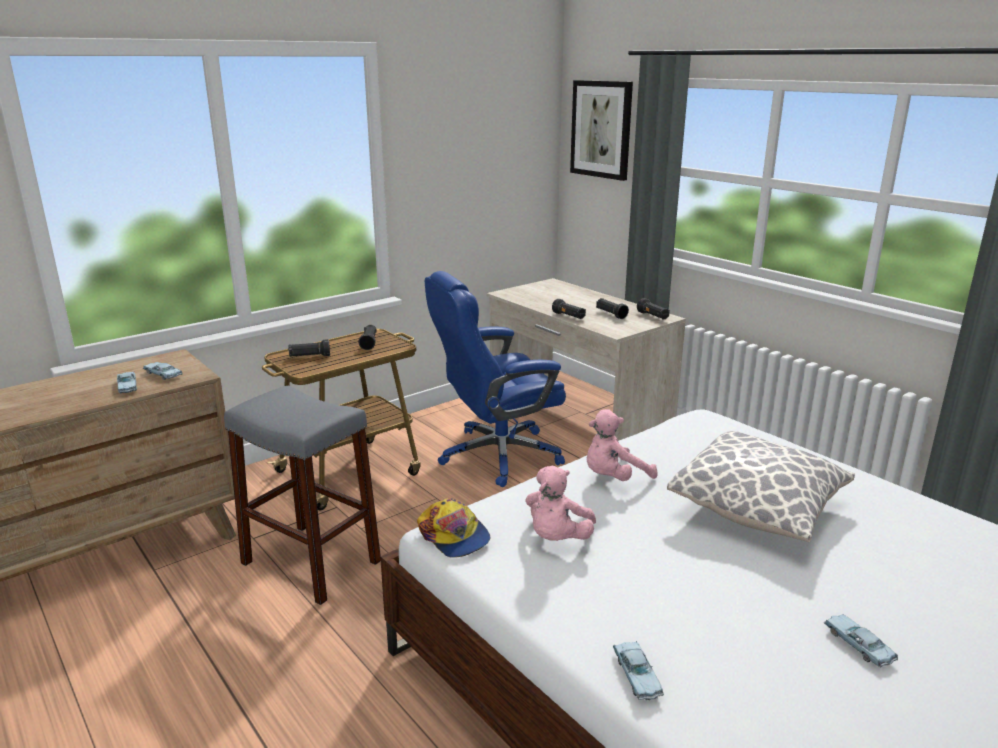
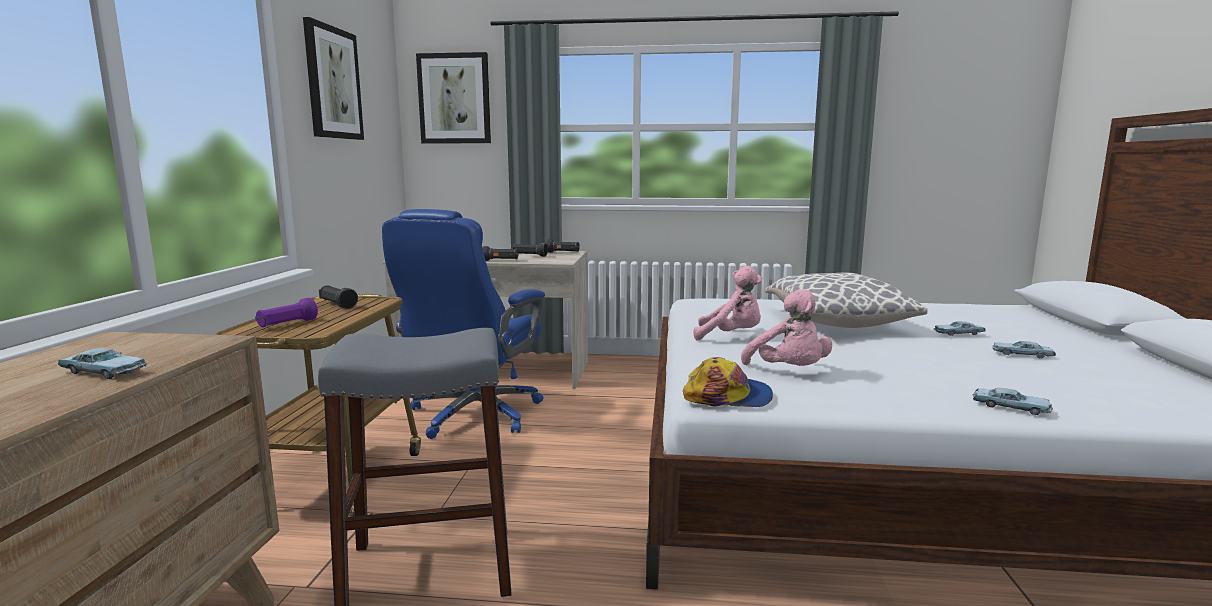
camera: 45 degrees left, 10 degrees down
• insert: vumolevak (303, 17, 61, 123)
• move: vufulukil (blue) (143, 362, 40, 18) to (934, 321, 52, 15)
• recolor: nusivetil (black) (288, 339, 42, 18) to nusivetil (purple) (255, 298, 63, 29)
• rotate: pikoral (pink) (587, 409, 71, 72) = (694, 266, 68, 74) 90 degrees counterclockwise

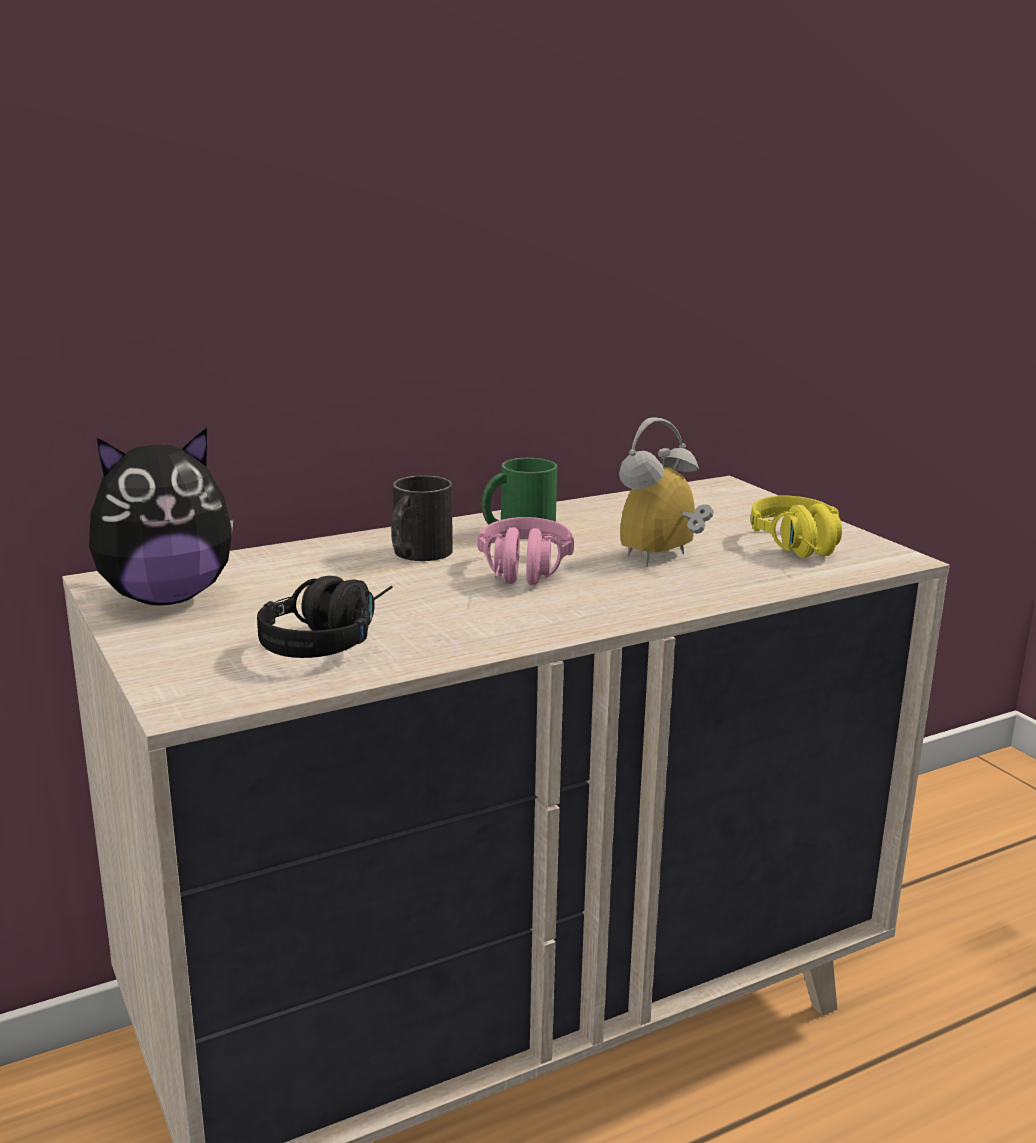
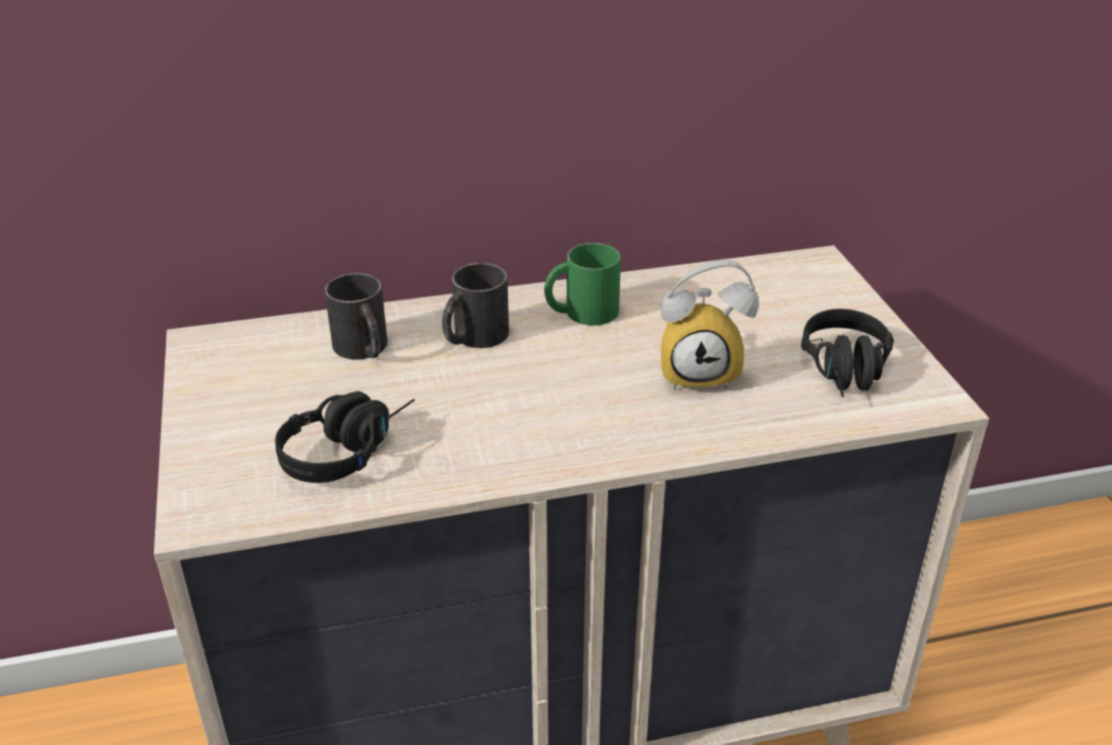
camera: 15 degrees right, 15 degrees up
• delete: pikoral (89, 428, 145, 177)
• delete: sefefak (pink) (478, 517, 96, 68)
• insert: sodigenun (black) (325, 273, 63, 87)
• recolor: sefefak (yellow) (751, 495, 91, 63) to sefefak (black) (801, 309, 93, 88)
• rotate: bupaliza (619, 417, 95, 150) = (661, 260, 98, 131) 150 degrees counterclockwise

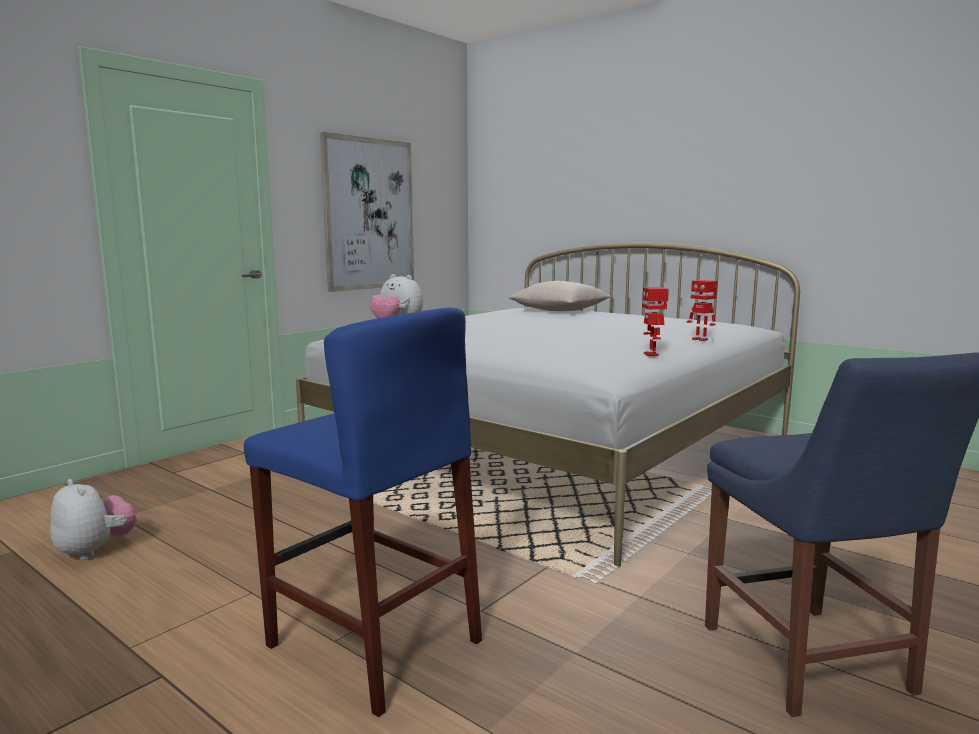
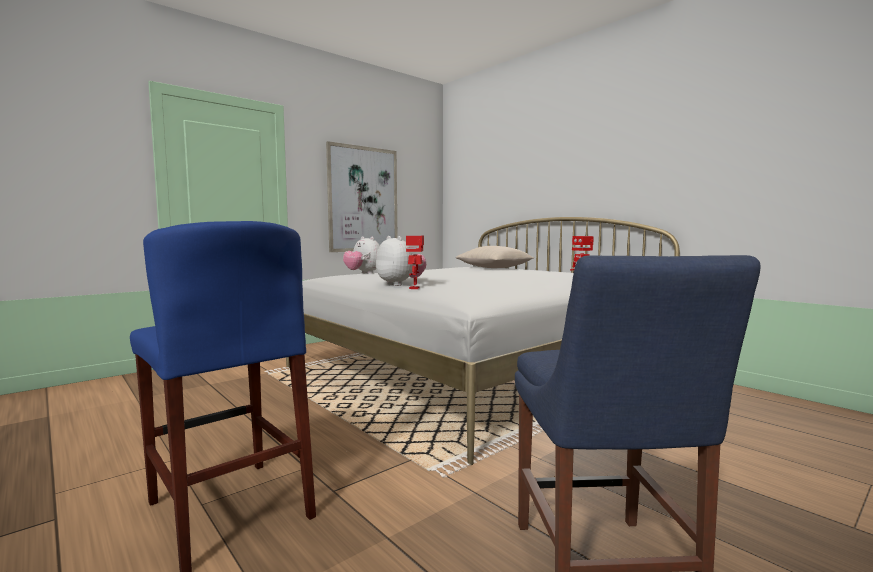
camera: 10 degrees right, 5 degrees down
• move: pikoral (50, 479, 87, 81) to (376, 236, 50, 50)
• move: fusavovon (642, 287, 27, 69) to (406, 235, 18, 54)

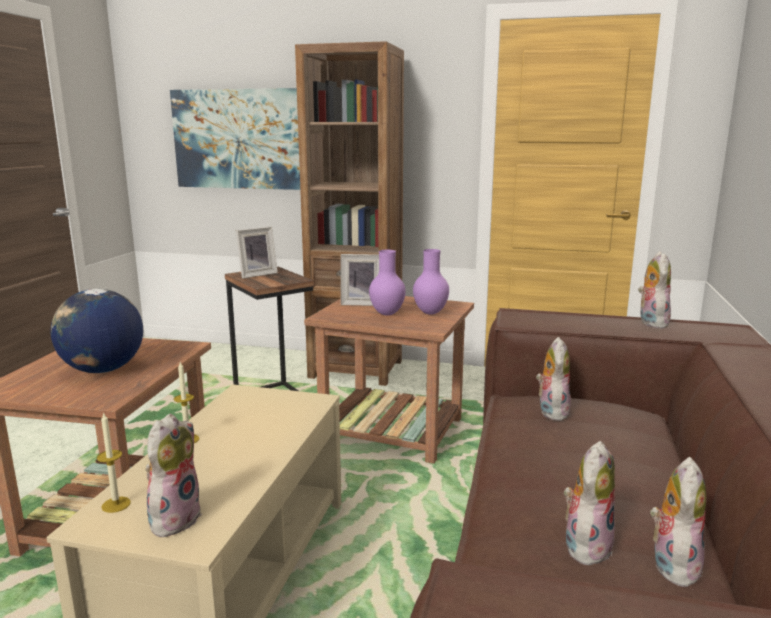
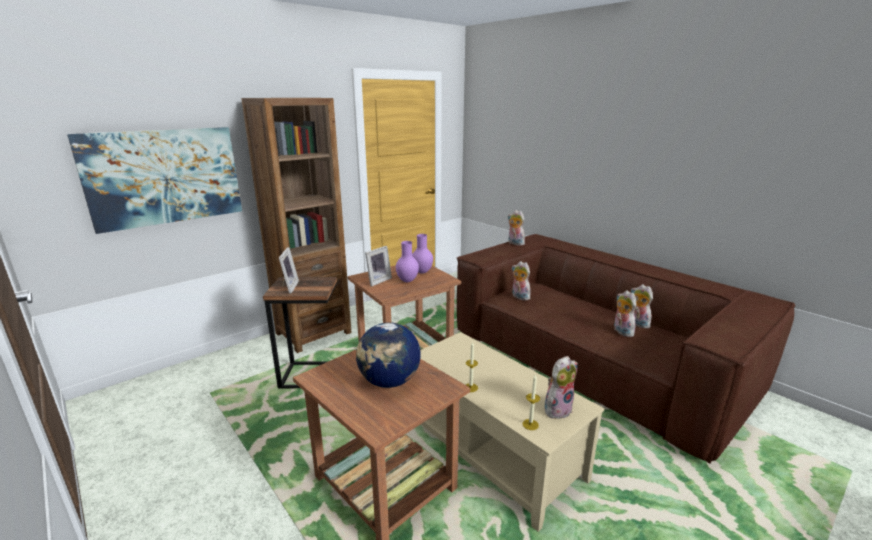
camera: 55 degrees left, 5 degrees up
• rotate: pikoral (145, 414, 57, 123) = (544, 356, 34, 63) 90 degrees clockwise

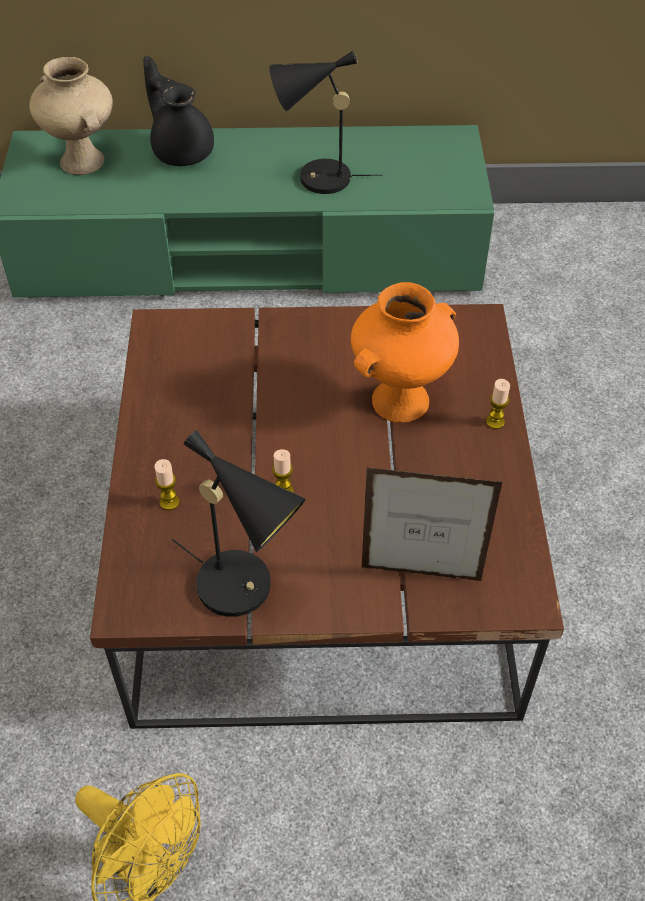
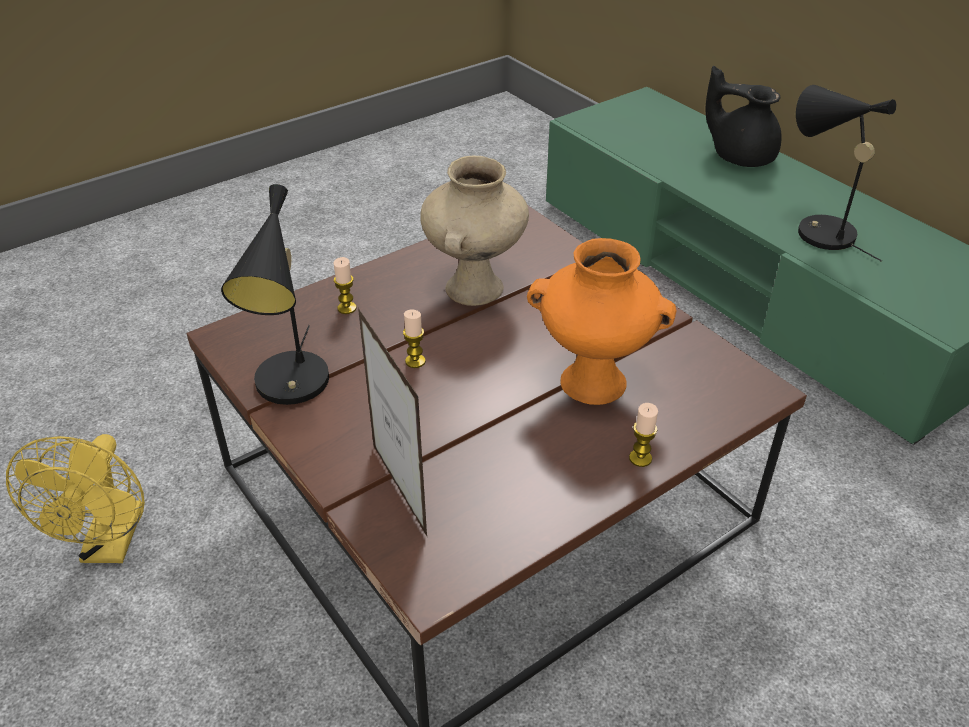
camera: 55 degrees right, 10 degrees down
• move: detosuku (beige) (29, 57, 84, 118) to (420, 156, 109, 150)
• rotate: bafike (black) (143, 56, 71, 110) = (705, 66, 77, 101) 75 degrees counterclockwise

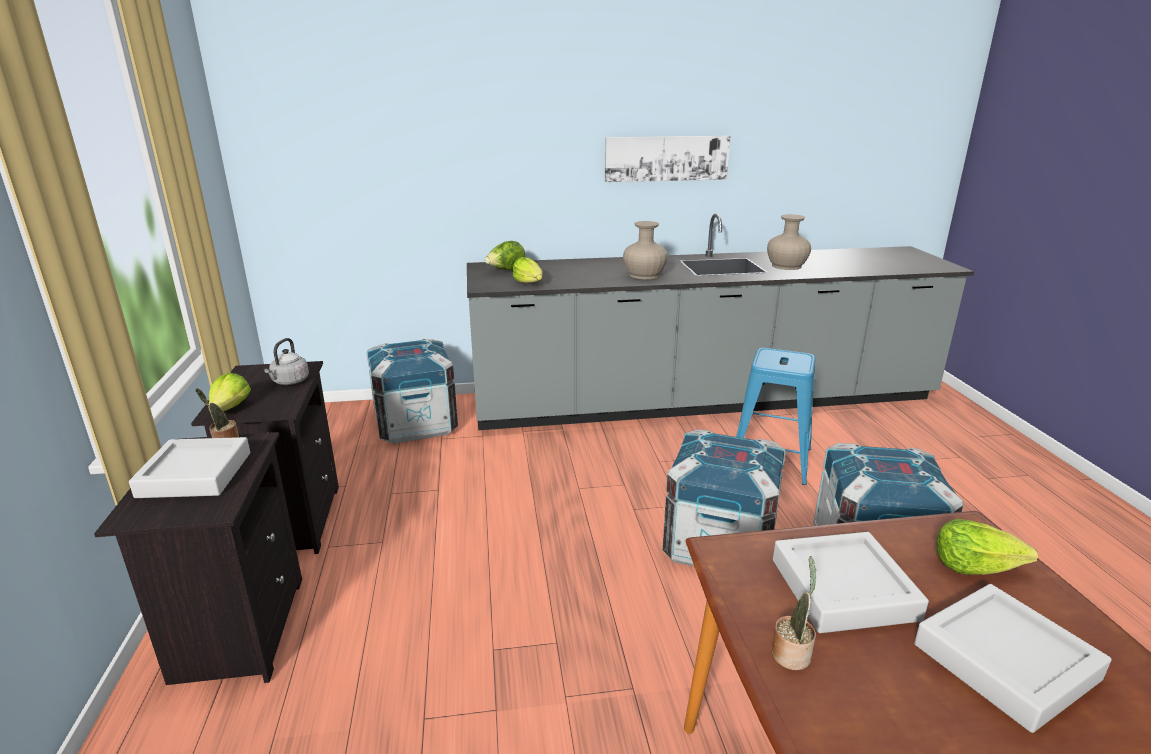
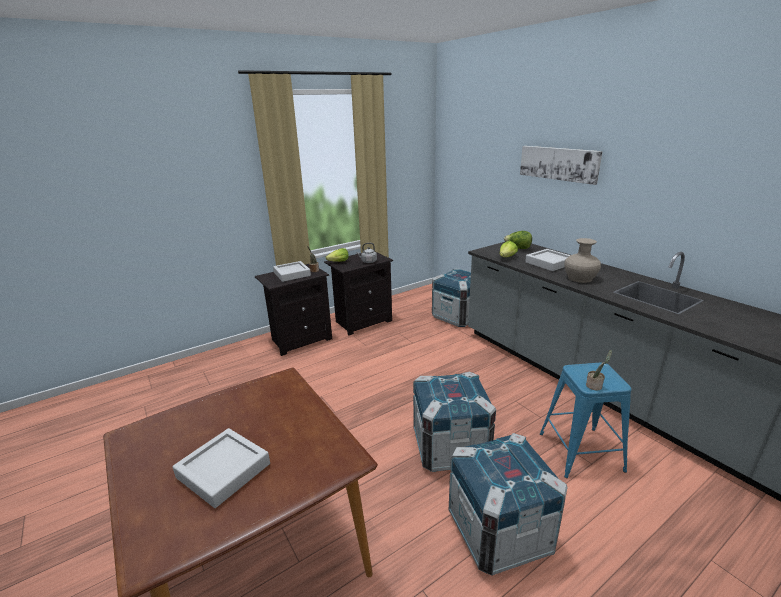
camera: 65 degrees right, 0 degrees up
• delete: detosuku (beige) (767, 214, 44, 56)
• delete: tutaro (937, 519, 101, 56)
• move: vumolevak (605, 136, 125, 46) to (520, 146, 83, 39)
• move: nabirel (772, 556, 44, 114) to (586, 350, 26, 40)
• move: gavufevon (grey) (773, 532, 156, 101) to (525, 249, 45, 22)

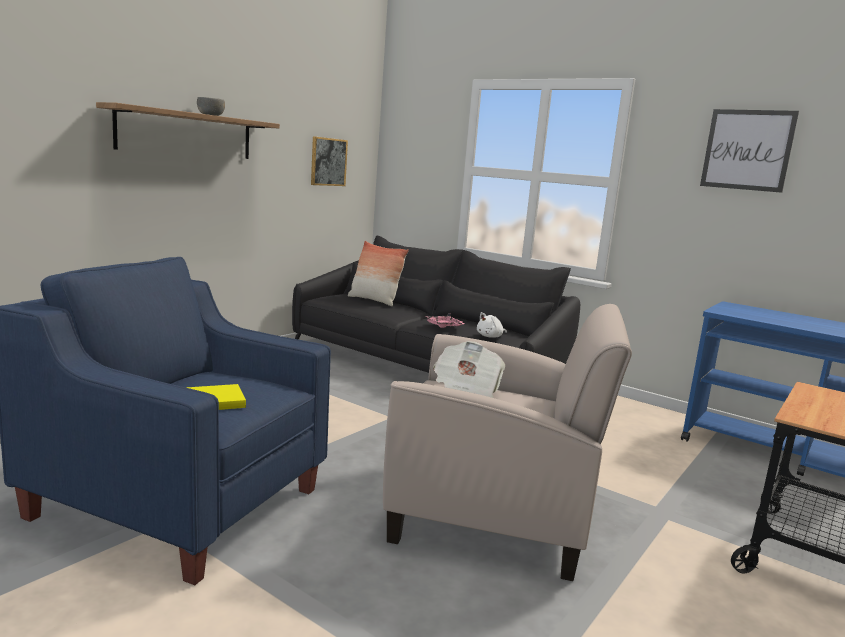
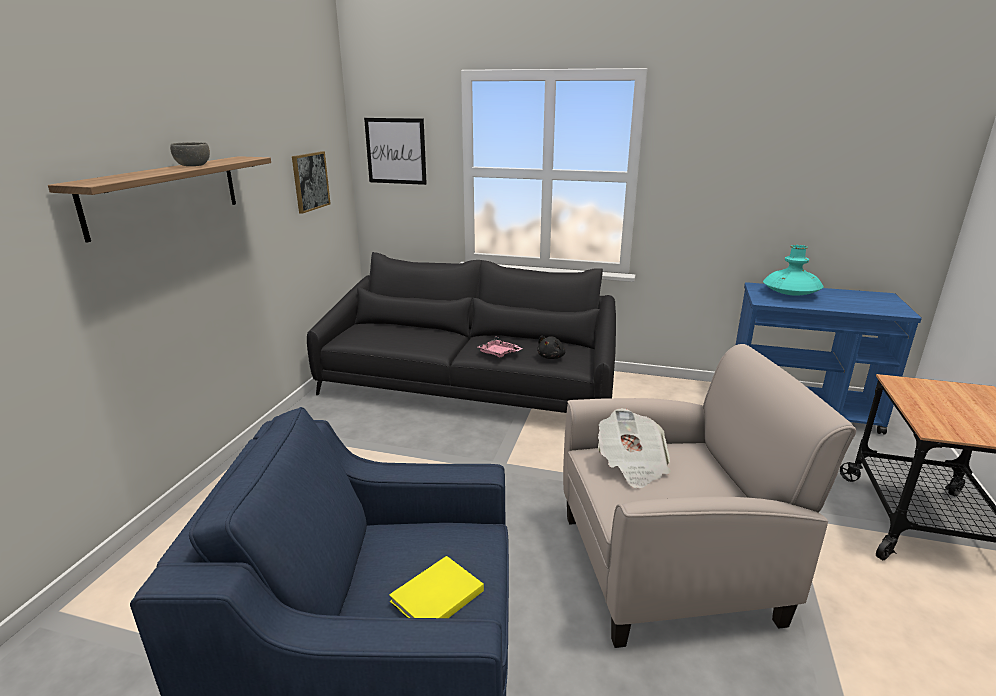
camera: 20 degrees left, 10 degrees up
• delete: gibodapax (348, 241, 61, 65)
• insert: detosuku (turquoise) (763, 245, 61, 50)
• move: vumolevak (700, 109, 99, 84) to (364, 118, 63, 67)
• recolor: pikoral (white) (477, 312, 30, 26) to pikoral (black) (537, 336, 28, 23)

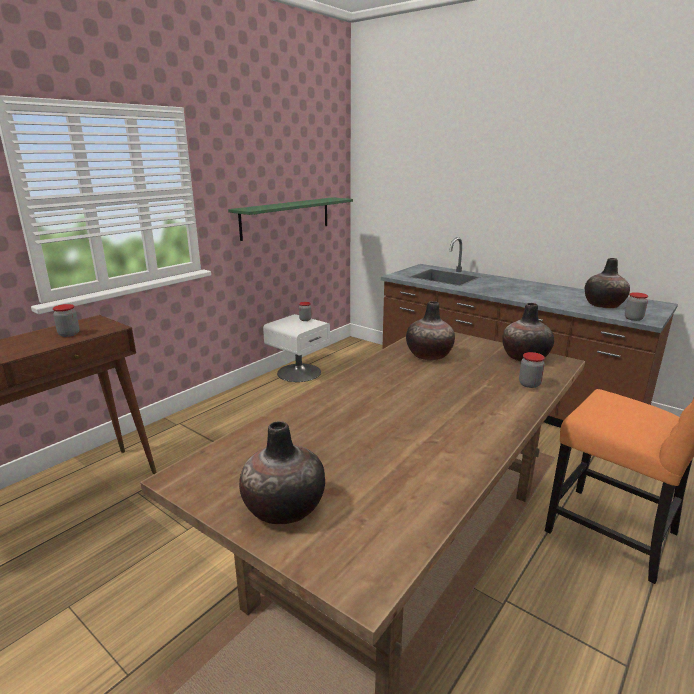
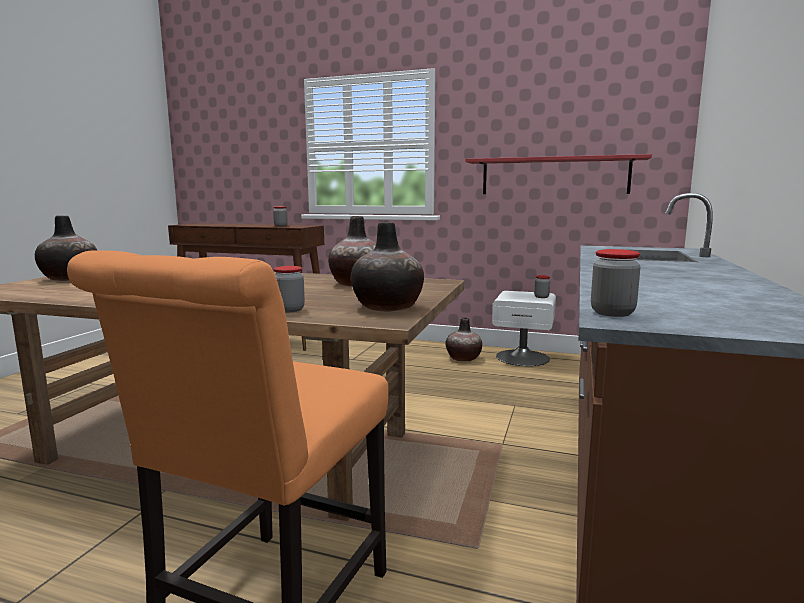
camera: 70 degrees right, 10 degrees down
• move: detosuku (585, 258, 45, 50) to (446, 317, 36, 44)
• recolor: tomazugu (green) (228, 197, 125, 44) to tomazugu (red) (465, 154, 187, 40)

